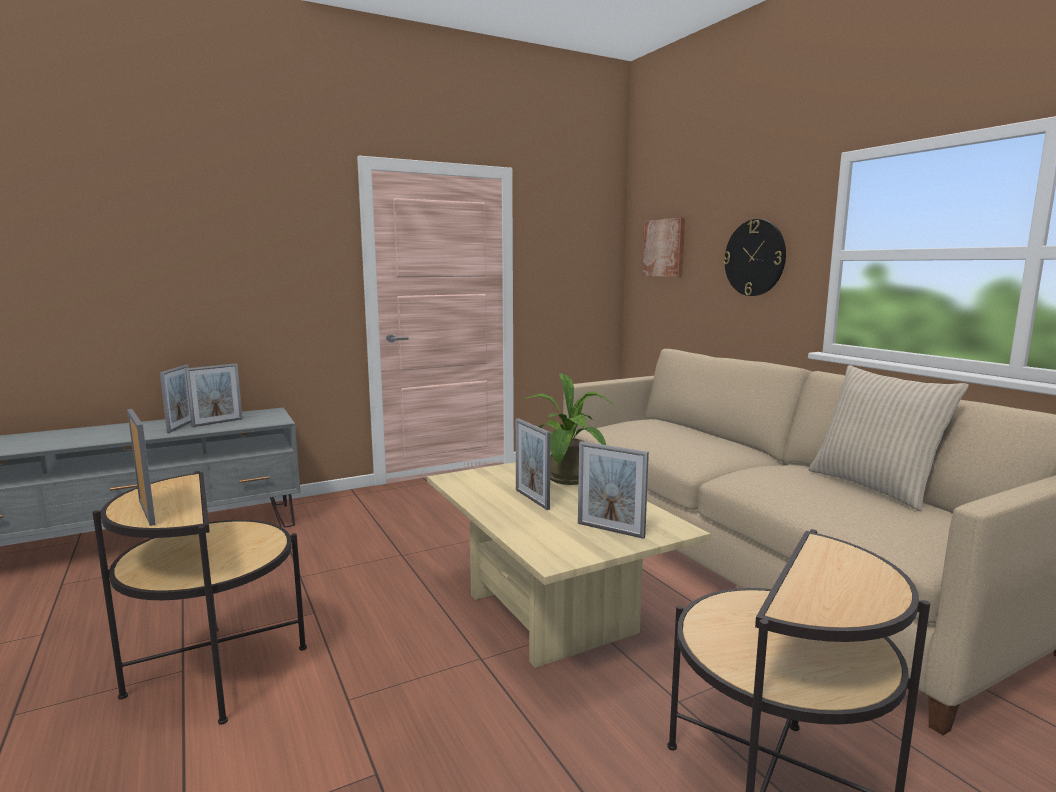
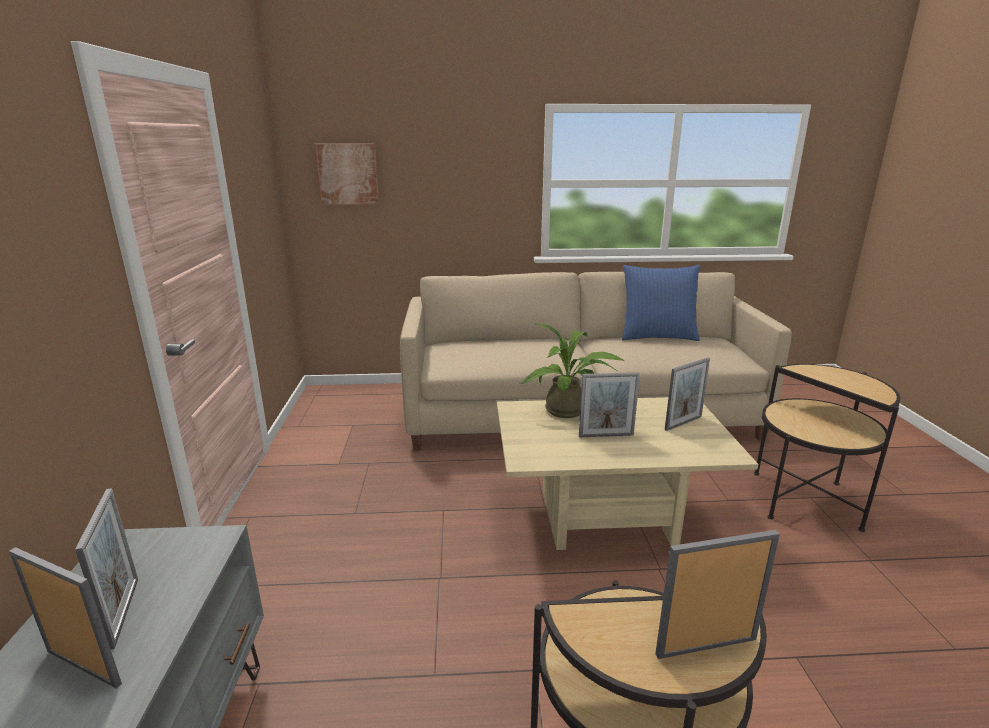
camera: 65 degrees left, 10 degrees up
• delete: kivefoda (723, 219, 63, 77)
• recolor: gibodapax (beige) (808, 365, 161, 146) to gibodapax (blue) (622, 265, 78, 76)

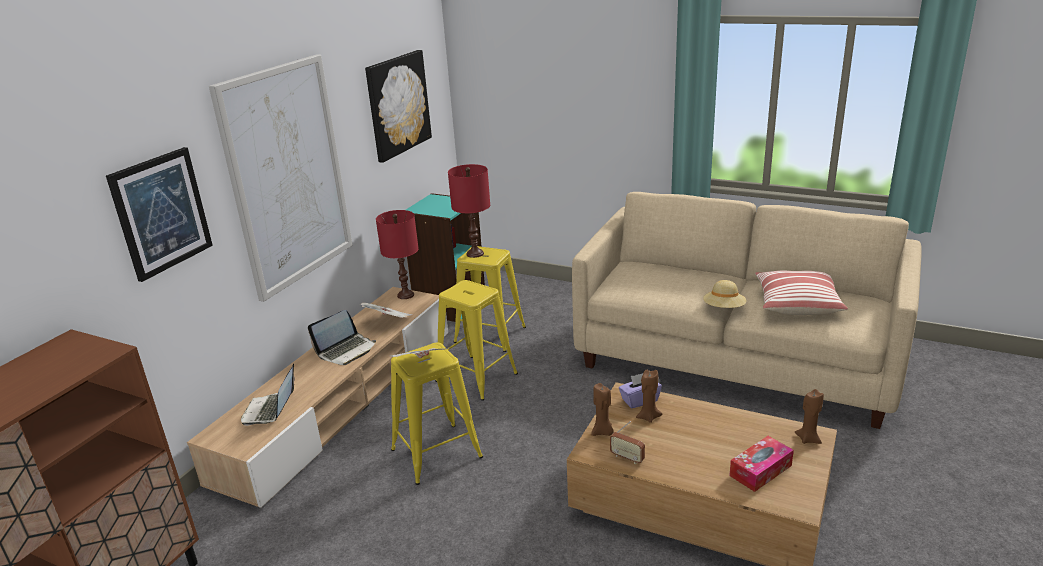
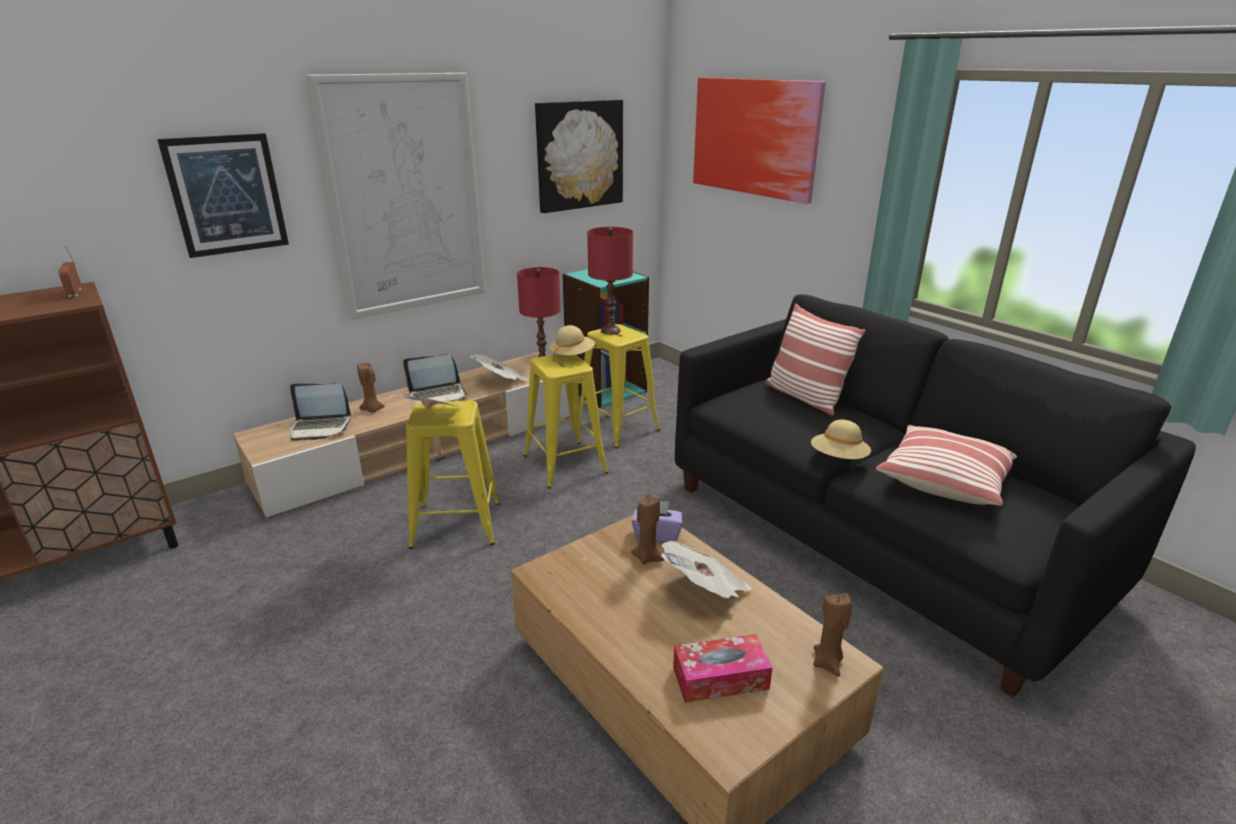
camera: 25 degrees right, 0 degrees up
• insert: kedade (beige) (549, 325, 46, 37)
• insert: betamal (661, 541, 91, 58)
• insert: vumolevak (693, 78, 132, 126)
• insert: gibodapax (765, 304, 101, 111)
• move: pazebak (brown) (591, 383, 23, 53) to (357, 363, 28, 50)
• move: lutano (610, 421, 35, 43) to (58, 244, 24, 53)
• recolor: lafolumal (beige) (572, 192, 349, 237) to lafolumal (black) (675, 294, 521, 404)
• rotate: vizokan (241, 363, 54, 63) = (290, 383, 61, 58) 120 degrees counterclockwise

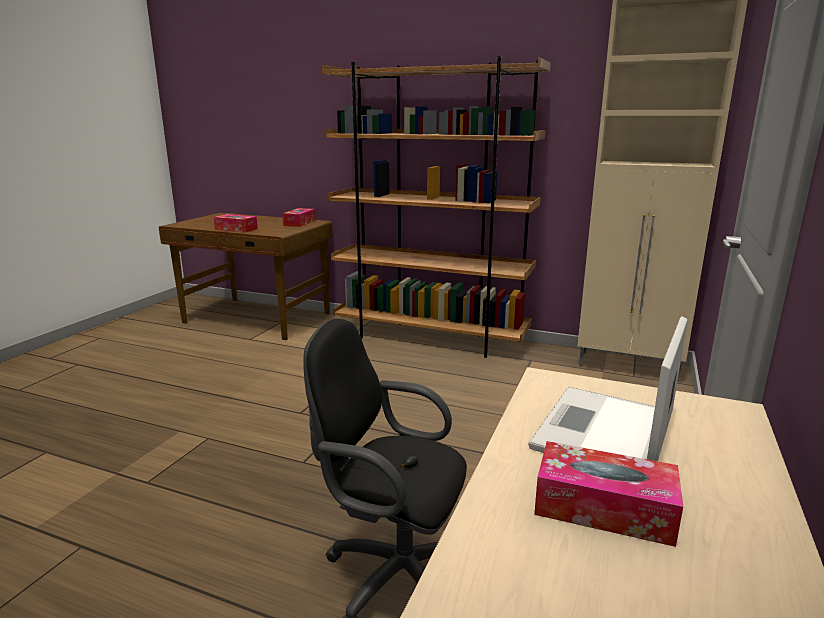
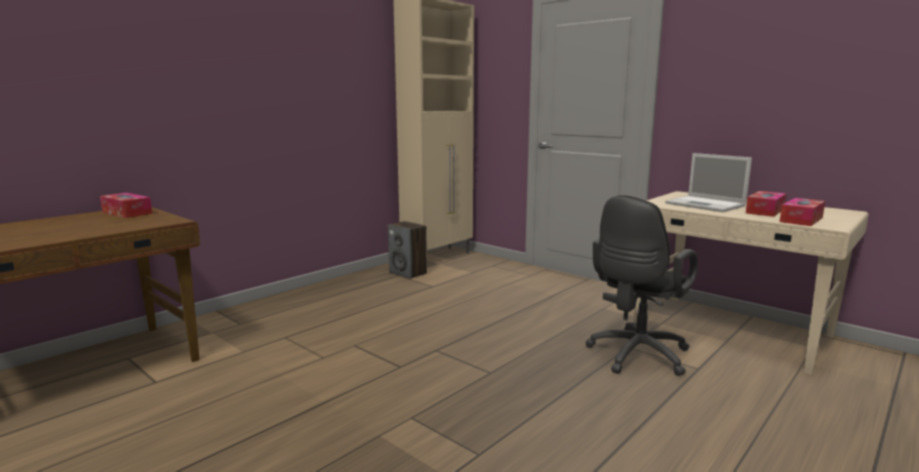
camera: 70 degrees left, 5 degrees down
• delete: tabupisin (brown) (322, 56, 229, 302)
• insert: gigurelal (388, 221, 39, 58)
• move: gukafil (214, 214, 44, 19) to (779, 198, 46, 28)

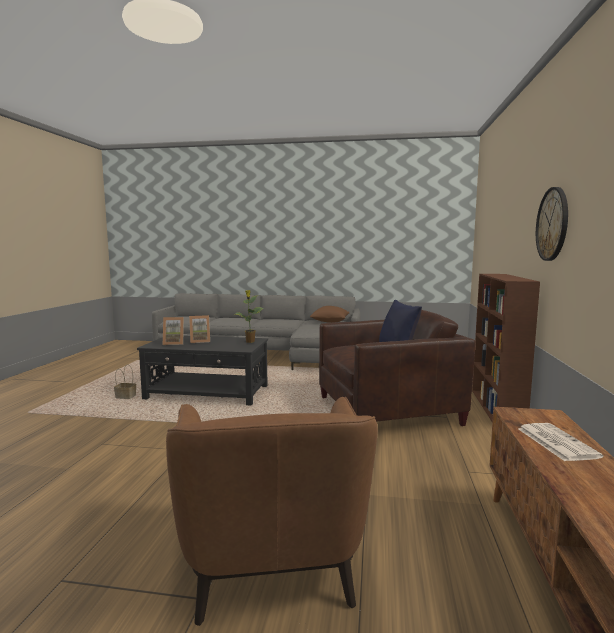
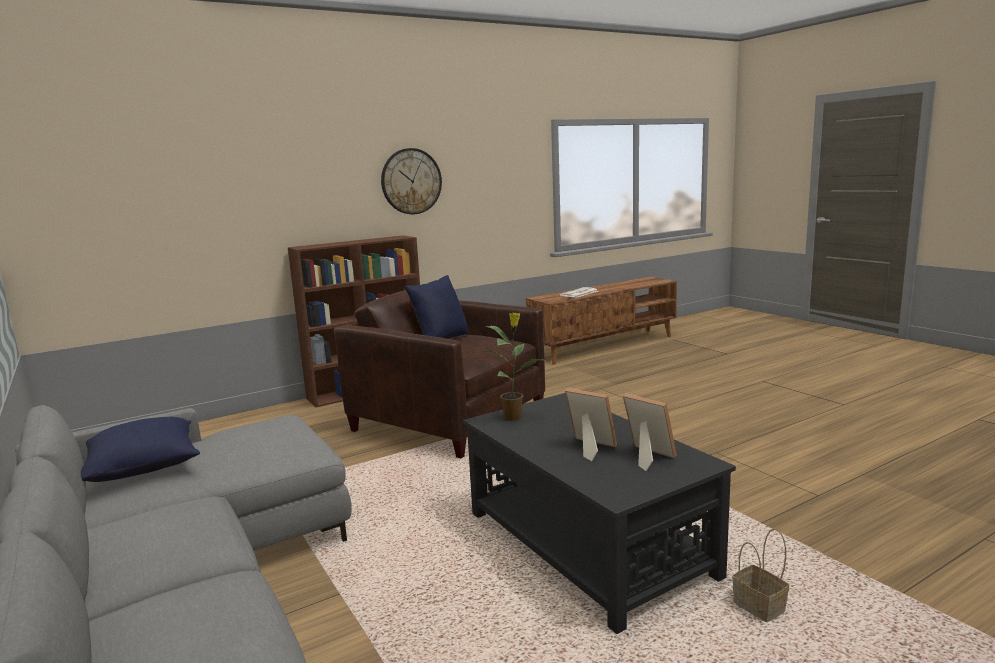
camera: 130 degrees left, 5 degrees up
• delete: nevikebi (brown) (166, 397, 212, 229)
• recolor: gibodapax (brown) (310, 306, 39, 17) to gibodapax (blue) (81, 417, 119, 65)

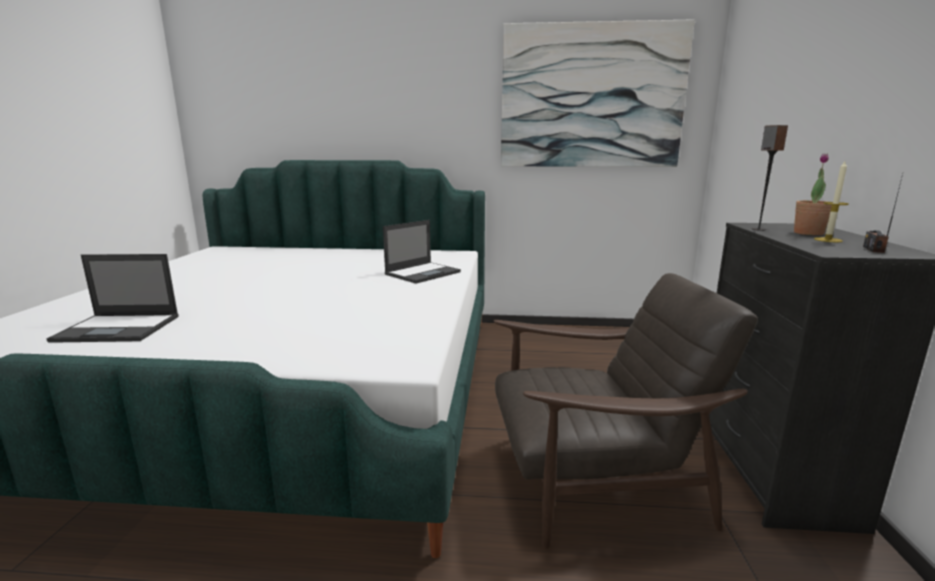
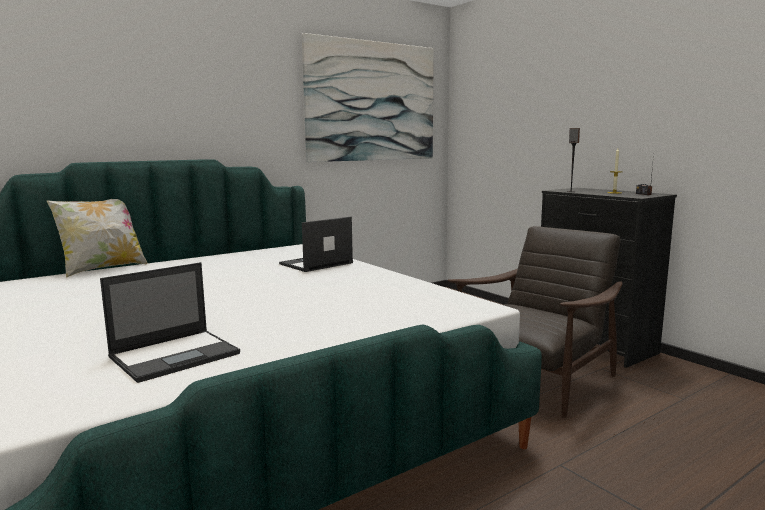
camera: 40 degrees left, 5 degrees down
• delete: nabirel (794, 153, 38, 82)
• insert: gibodapax (47, 199, 100, 79)
• rotate: vizokan (383, 220, 78, 64) = (279, 217, 74, 55) 135 degrees counterclockwise

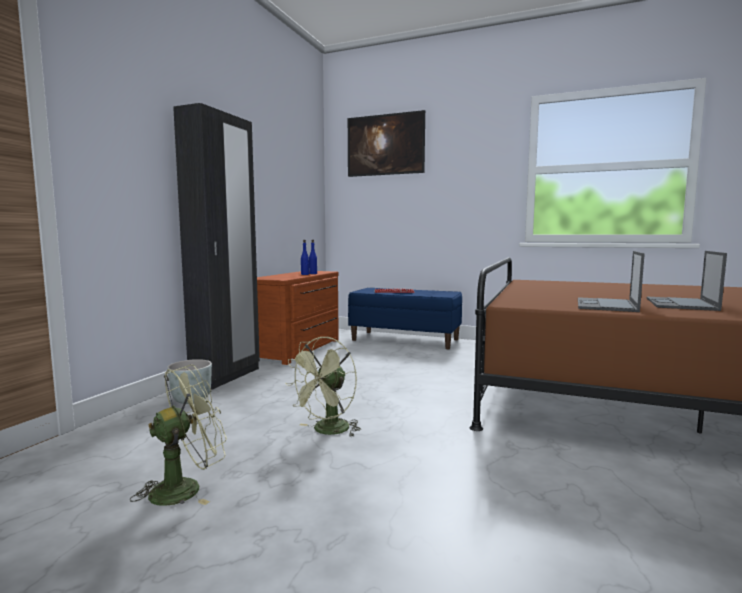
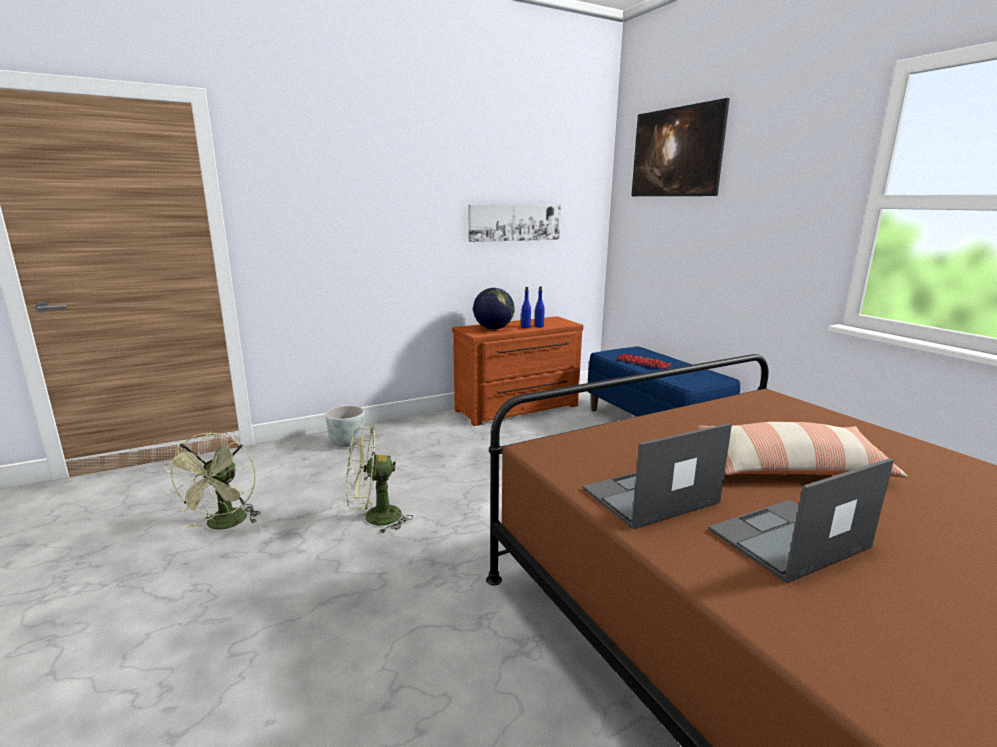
camera: 40 degrees right, 10 degrees up
• delete: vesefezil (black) (173, 103, 87, 287)
• insert: vumolevak (468, 205, 93, 37)
• insert: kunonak (473, 288, 41, 42)
• insert: gibodapax (698, 422, 210, 55)
• rotate: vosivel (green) (130, 364, 97, 142) = (164, 432, 96, 98) 90 degrees clockwise

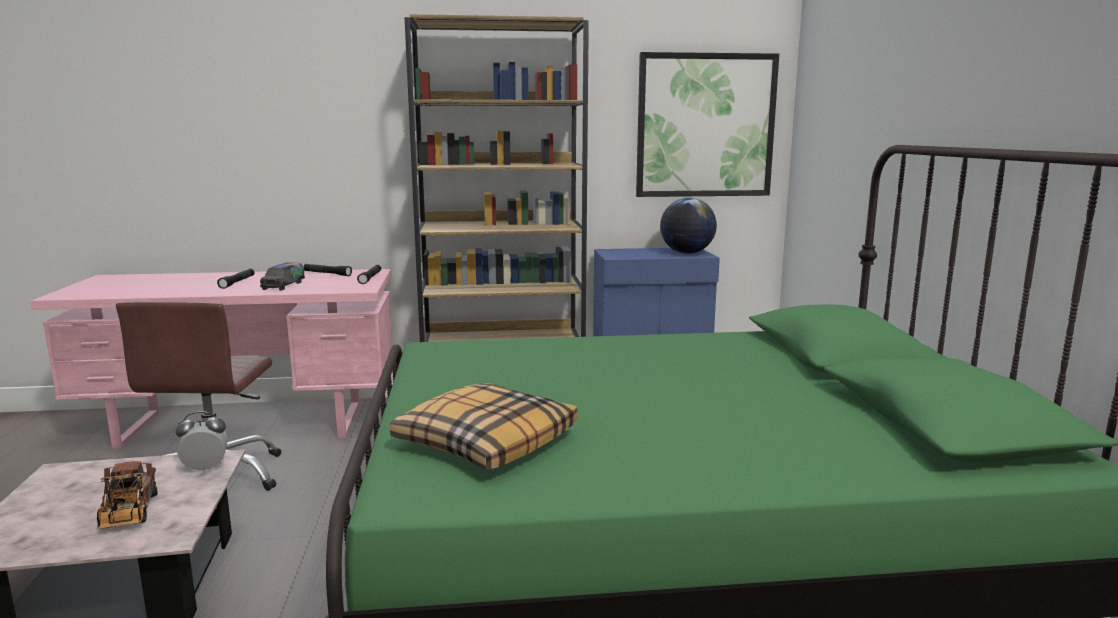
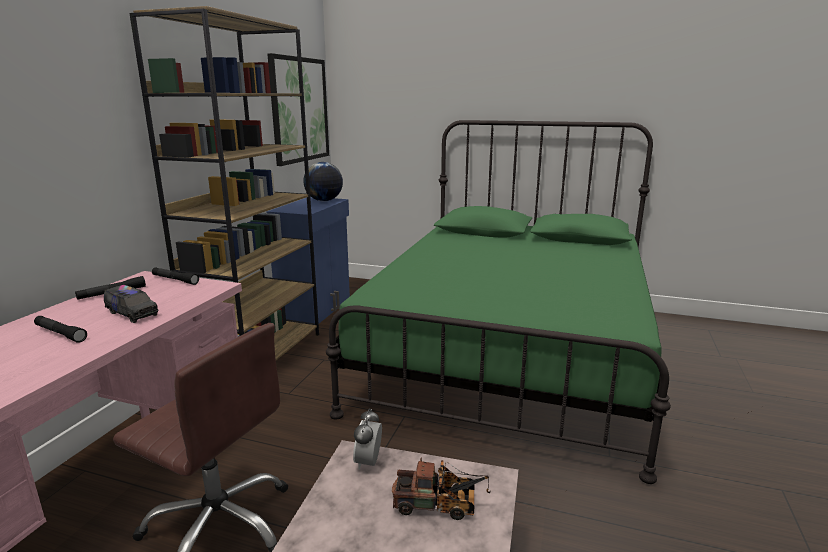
camera: 65 degrees left, 5 degrees up
• delete: gibodapax (390, 383, 188, 87)

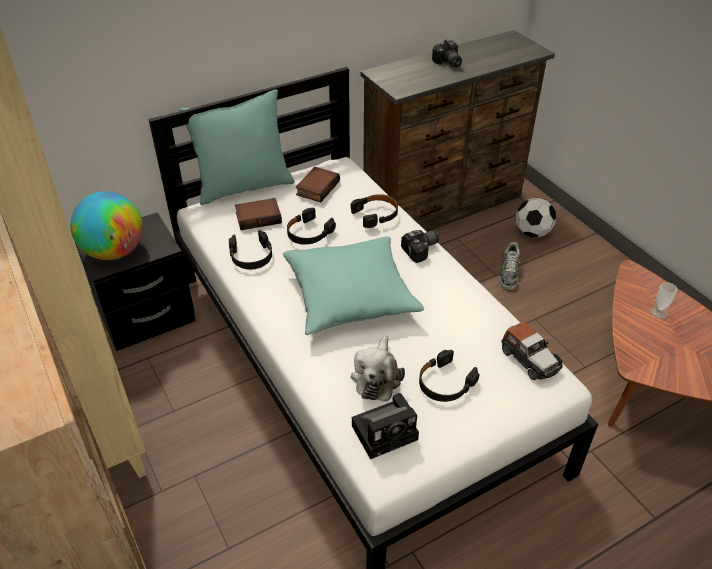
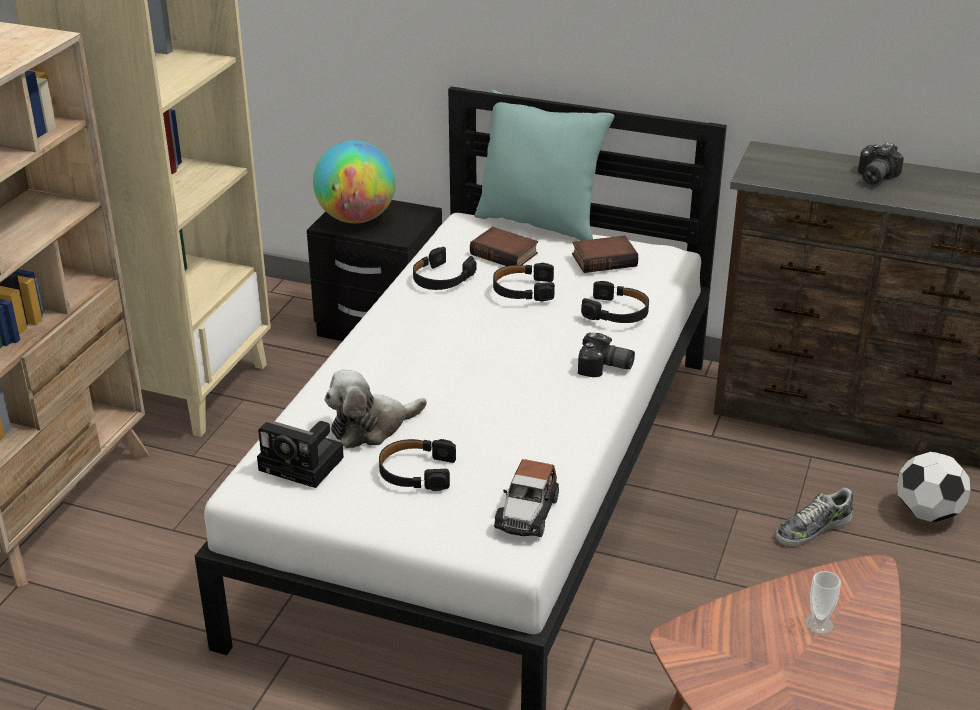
camera: 50 degrees right, 10 degrees down
• delete: gibodapax (turquoise) (283, 237, 141, 98)

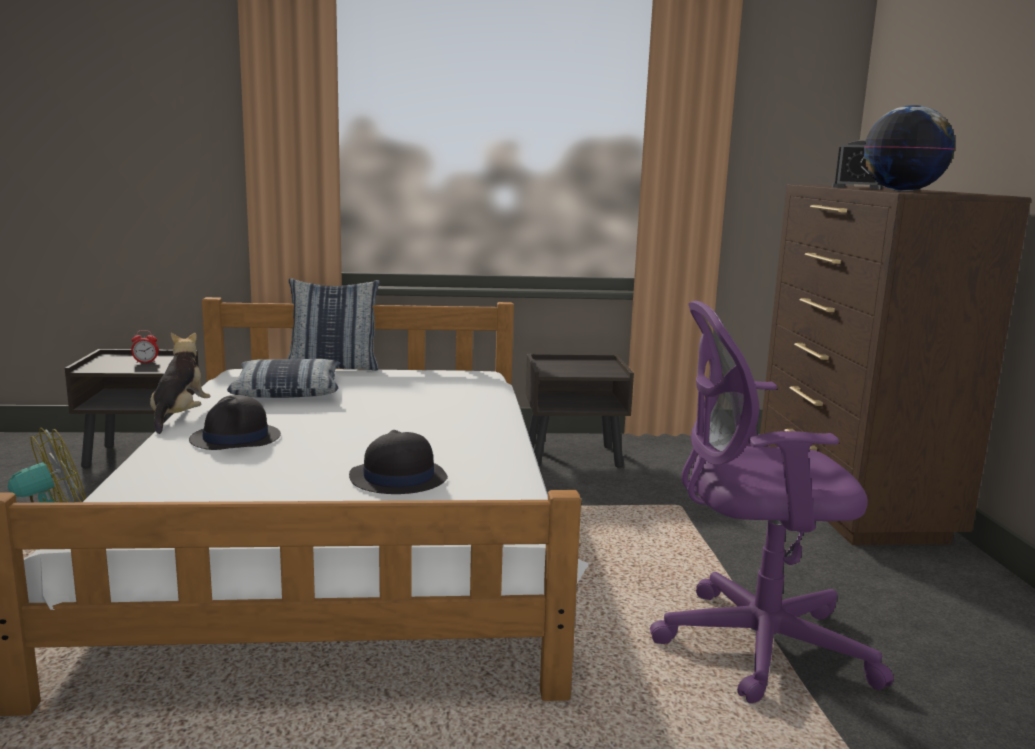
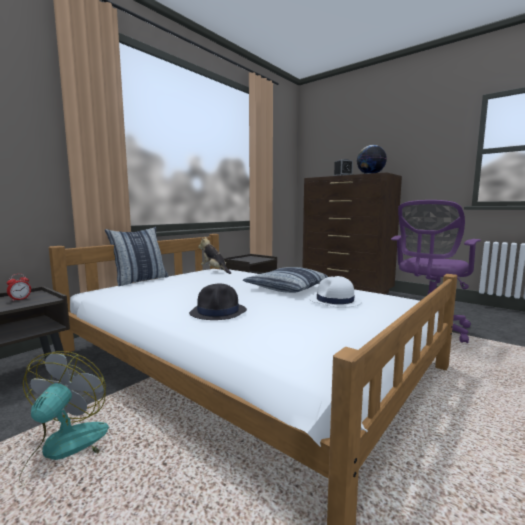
camera: 45 degrees left, 5 degrees down
• move: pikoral (150, 333, 60, 101) to (198, 237, 33, 37)
• move: gibodapax (227, 359, 114, 39) to (243, 267, 85, 26)
• recolor: kedade (black) (349, 430, 99, 64) to kedade (white) (309, 276, 53, 32)

